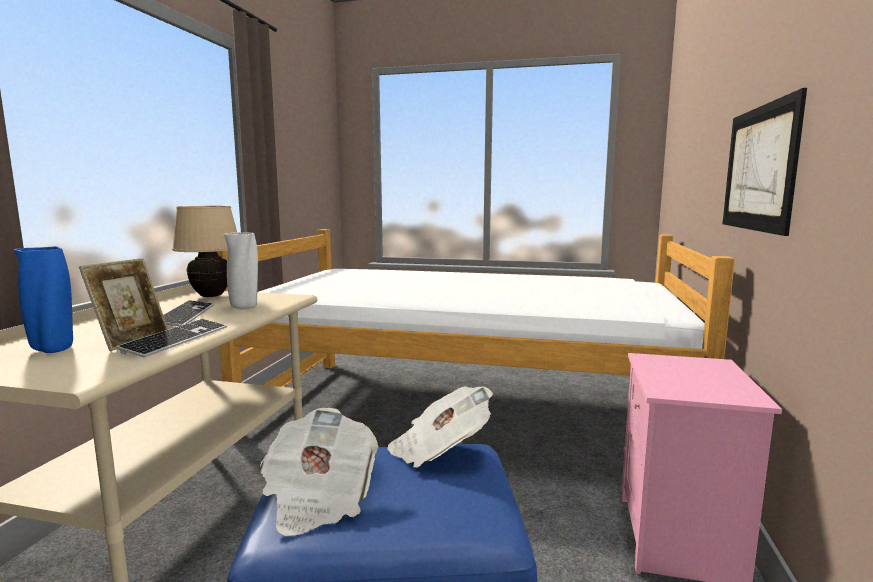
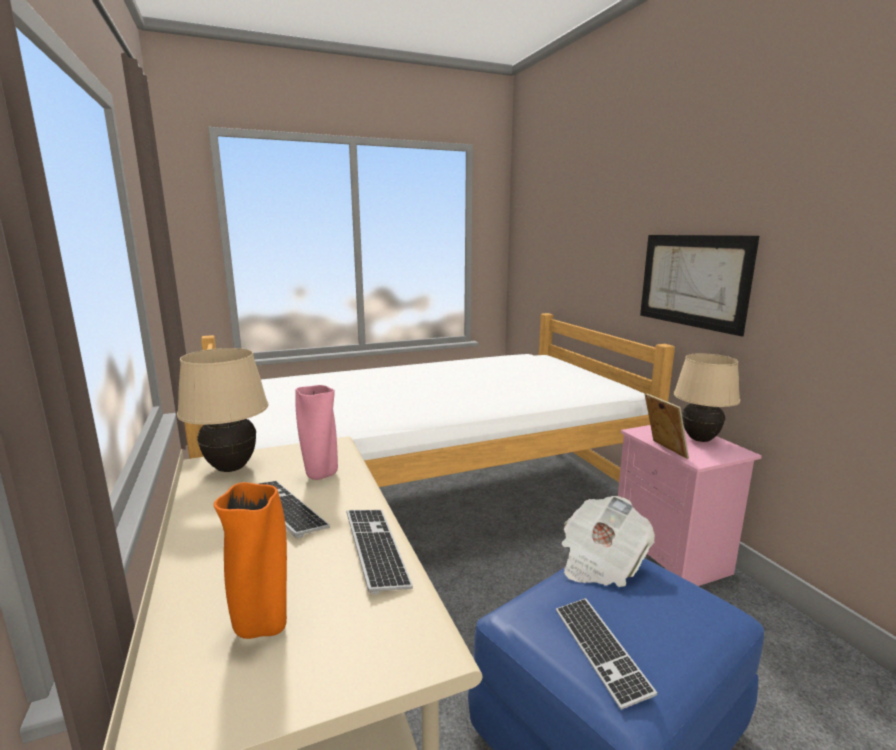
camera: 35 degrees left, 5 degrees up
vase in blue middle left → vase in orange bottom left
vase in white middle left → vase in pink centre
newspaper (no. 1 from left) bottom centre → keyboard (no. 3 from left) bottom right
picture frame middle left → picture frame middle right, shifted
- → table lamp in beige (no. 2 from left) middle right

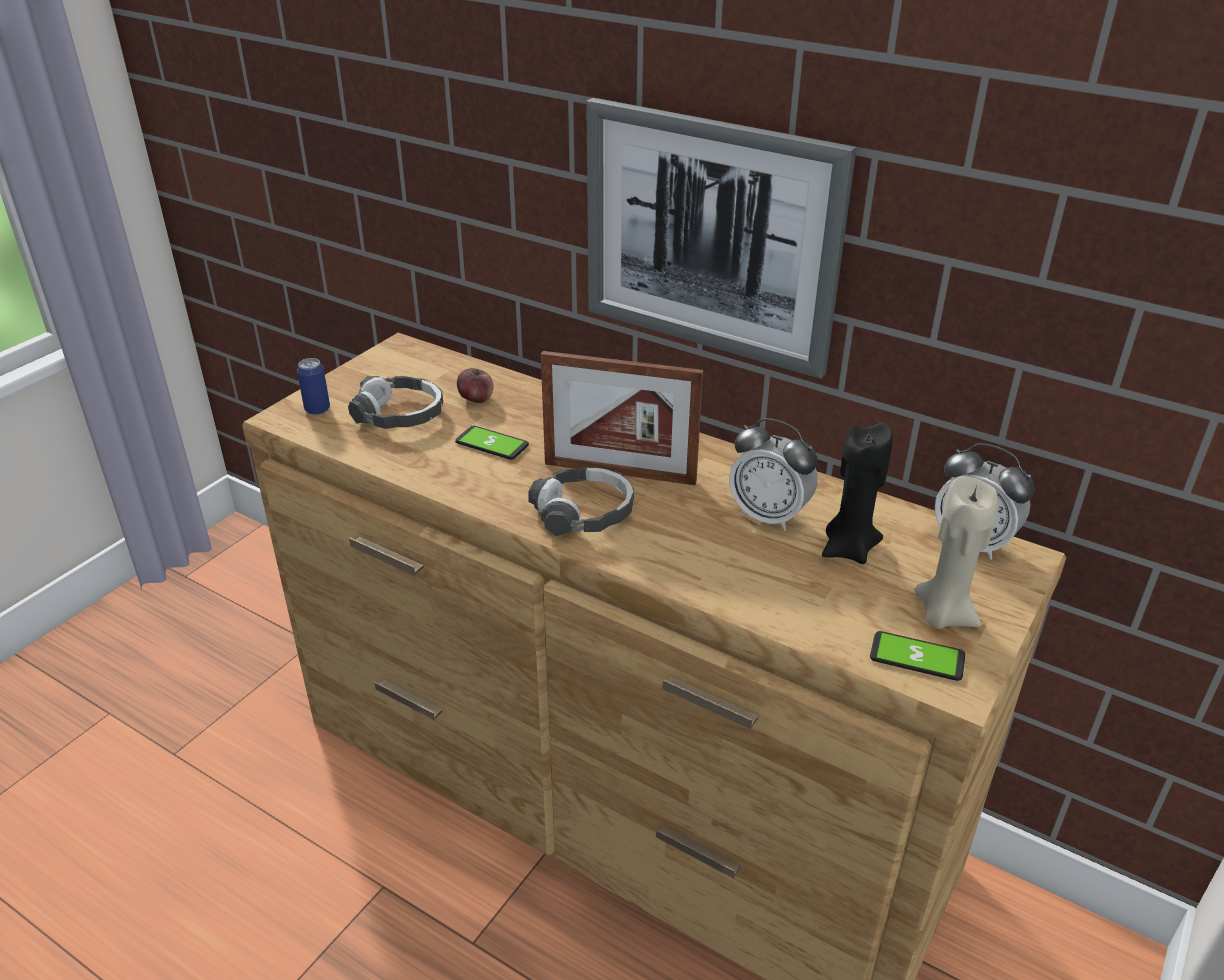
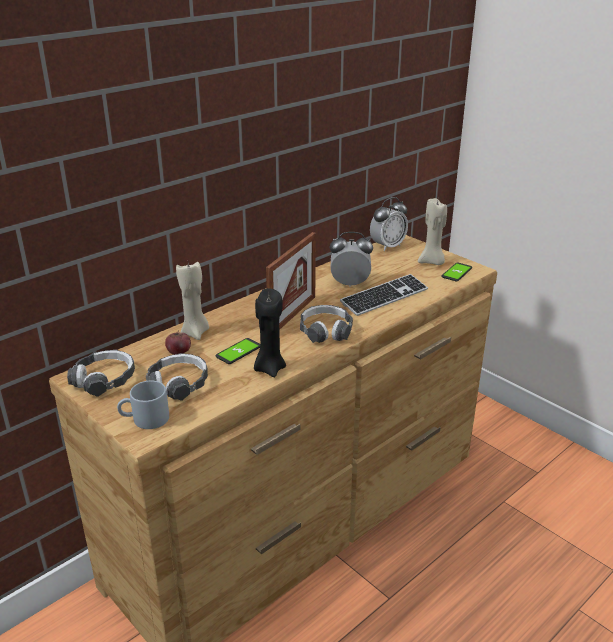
camera: 75 degrees left, 5 degrees down
- → headphones (no. 1 from left) middle left
can middle left → mug in grey middle left
- → candle in beige (no. 1 from left) middle left
candle in black middle right → candle in black centre, shifted
alarm clock (no. 1 from left) centre, 135 degrees counterclockwise
- → keyboard centre
picture top centre → -

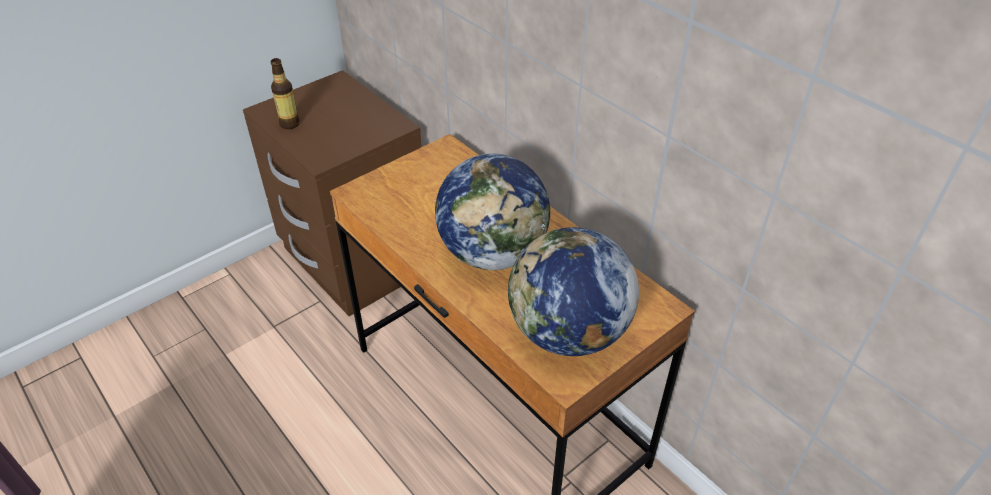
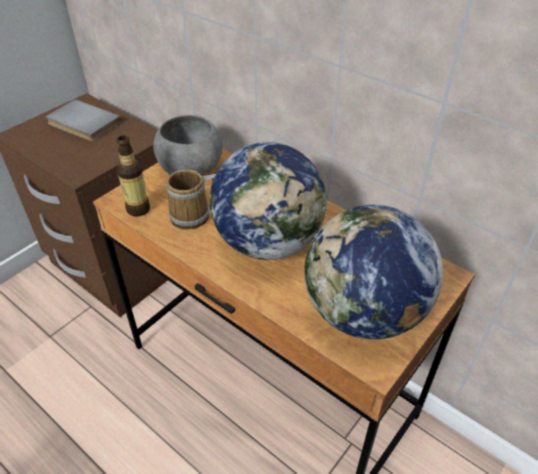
camera: 10 degrees left, 0 degrees up
- → book in grey top left
bottle top left → bottle middle left, shifted
- → bowl in grey top centre
- → mug centre

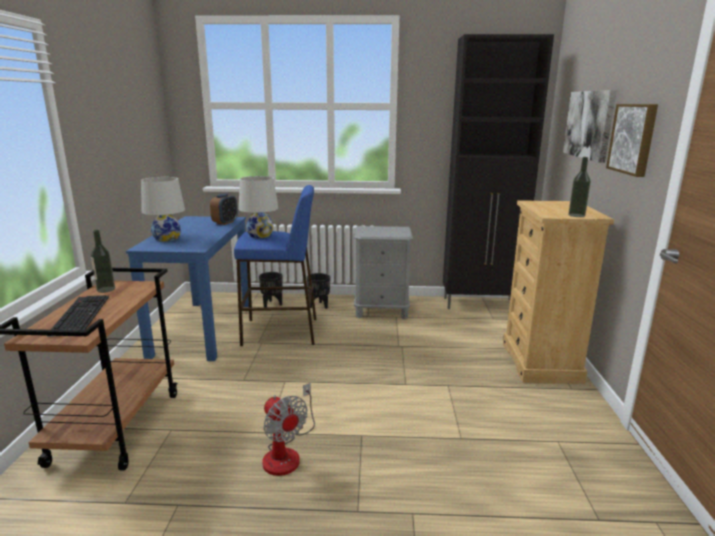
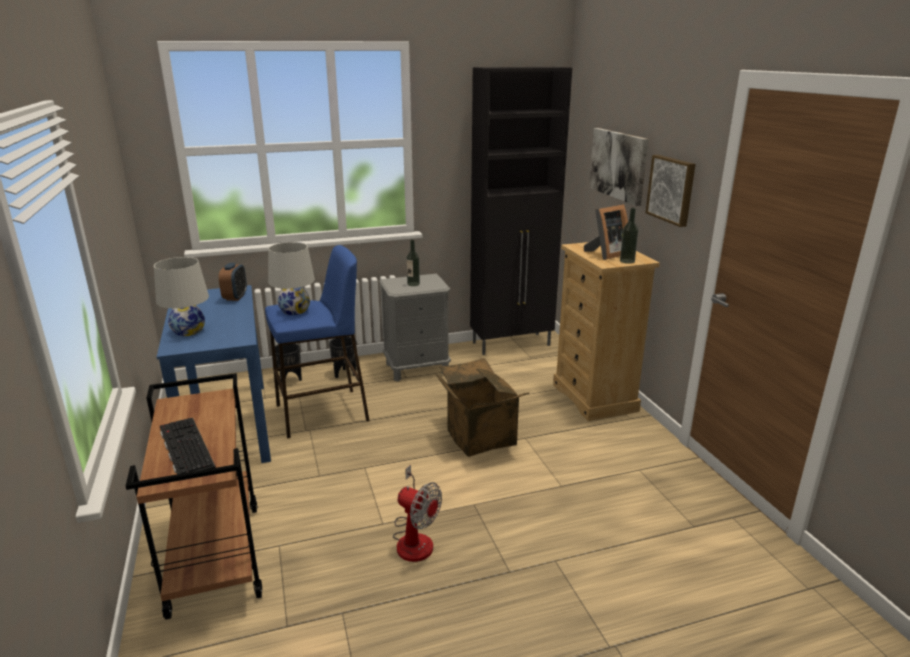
camera: 20 degrees left, 5 degrees up
bottle (no. 1 from left) middle left → bottle (no. 1 from left) centre, shifted
- → cardboard box centre
- → picture frame centre

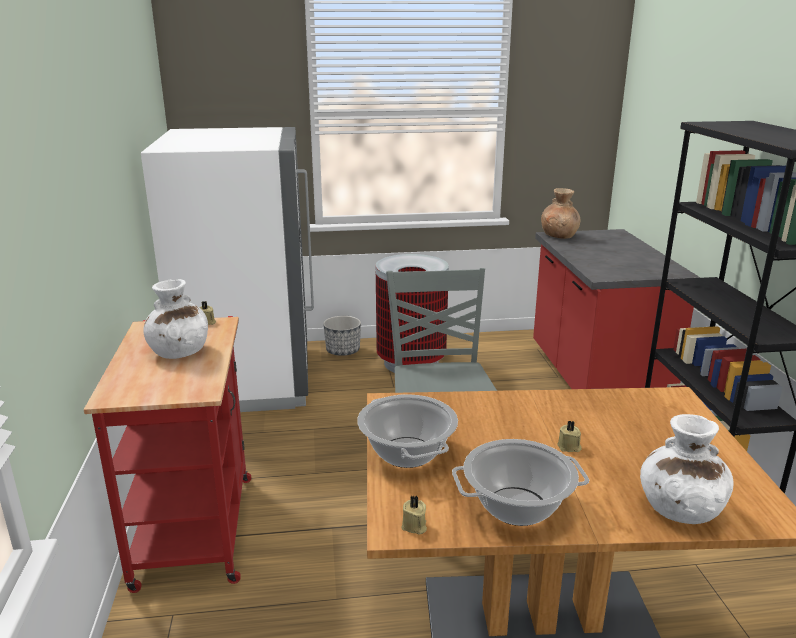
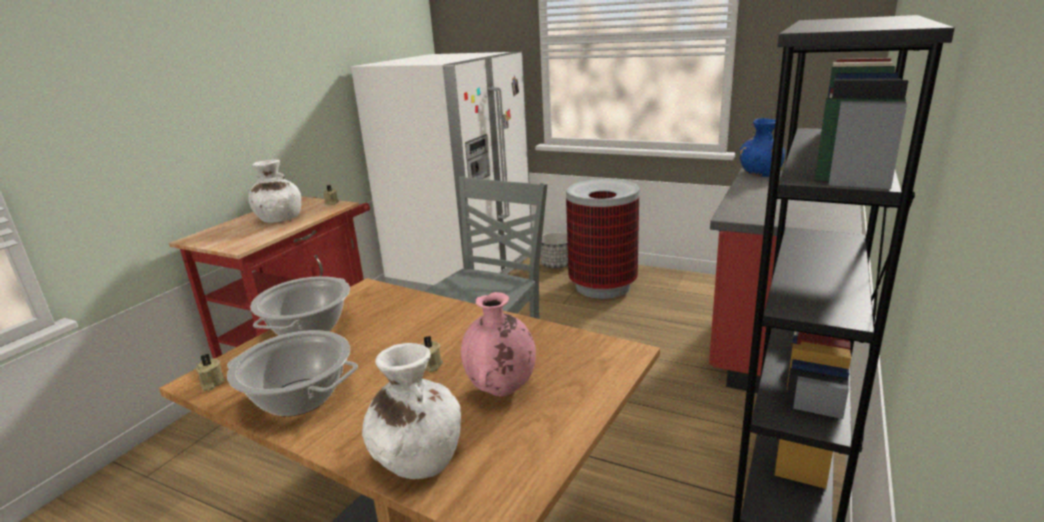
camera: 35 degrees right, 0 degrees up
- → vase in pink centre
vase in brown middle right → vase in blue top right

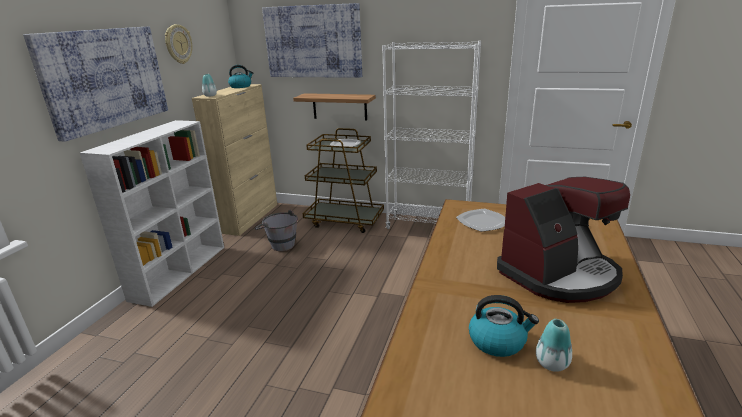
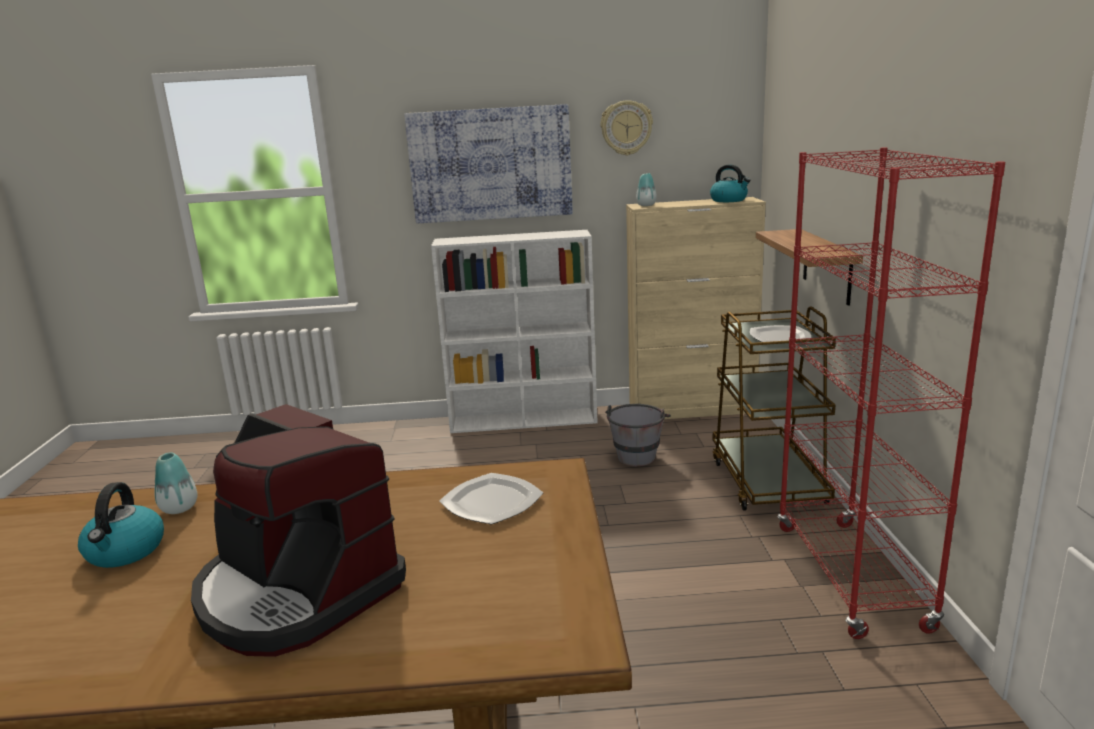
camera: 70 degrees right, 5 degrees down
vase (no. 2 from left in the first image) bottom right → vase (no. 1 from left) middle left, shifted
bookcase in white (no. 2 from left) top centre → bookcase in red middle right
picture (no. 2 from left) top centre → -

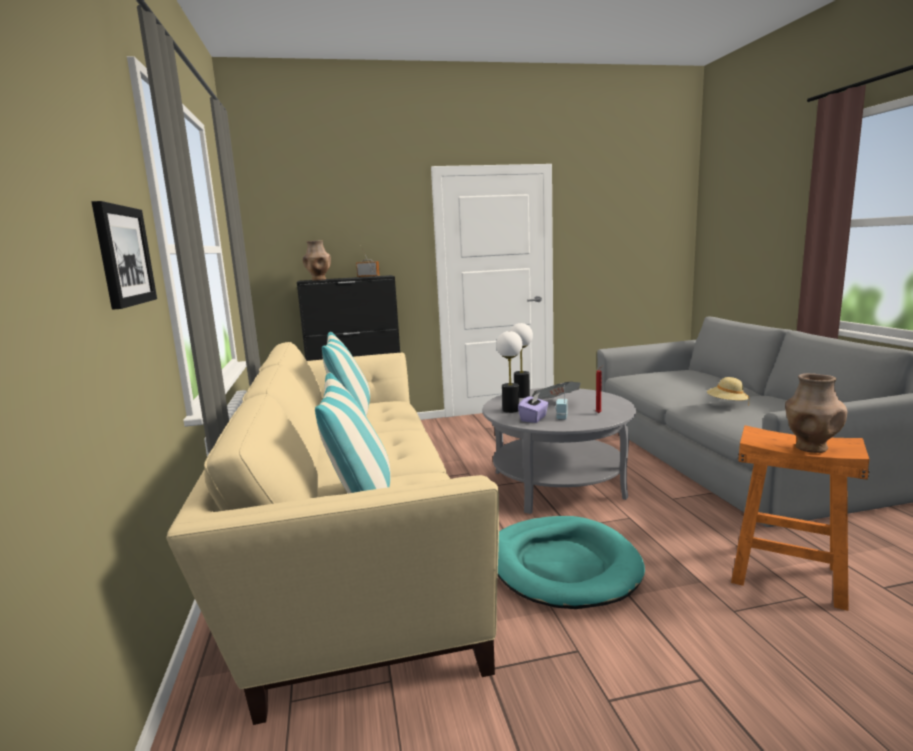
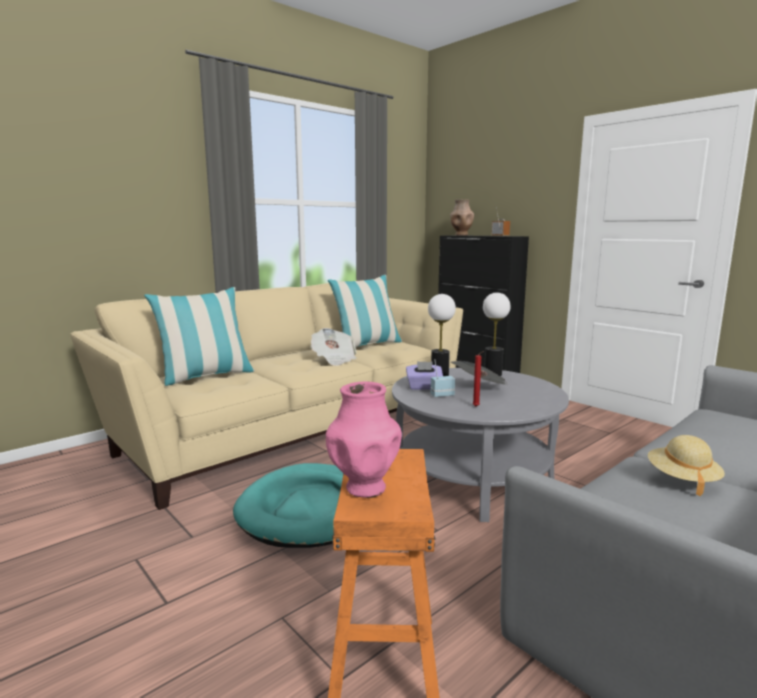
camera: 60 degrees right, 0 degrees up
- → newspaper (no. 1 from left) centre
vase in brown (no. 2 from left) middle right → vase in pink centre
picture middle left → -

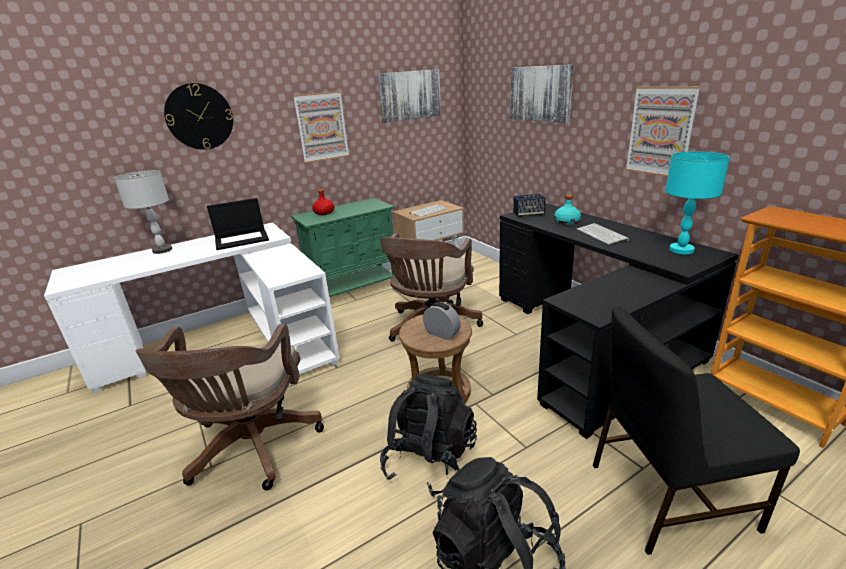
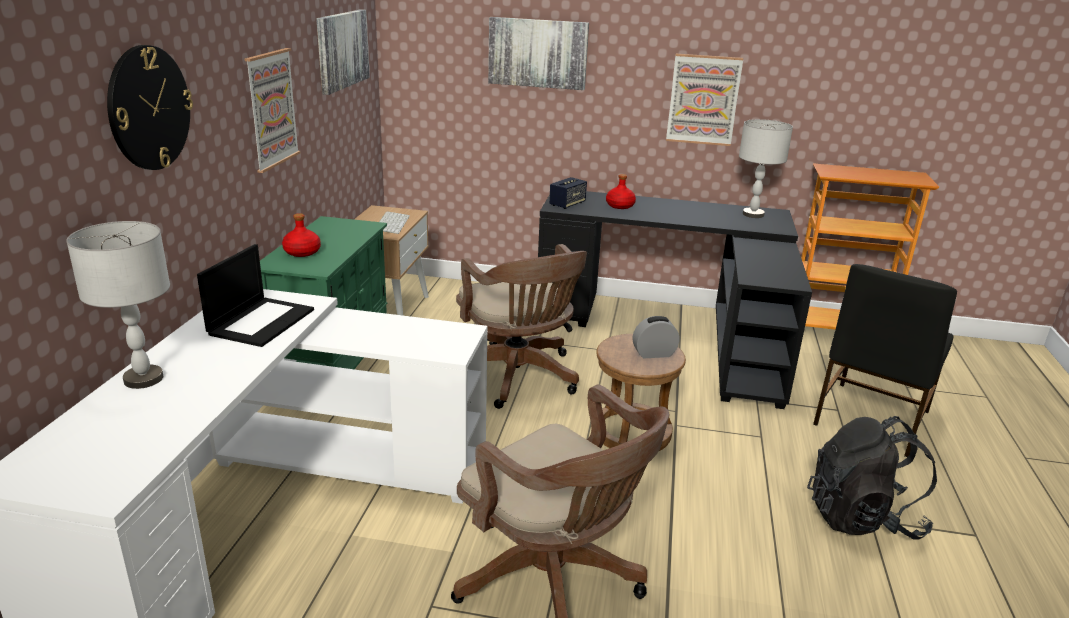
camera: 50 degrees left, 0 degrees up
bottle in turquoise middle right → bottle in red (no. 2 from left) top centre
table lamp in turquoise middle right → table lamp in grey (no. 2 from left) top right
backpack in black (no. 1 from left) bottom centre → -
keyboard (no. 2 from left) middle right → -

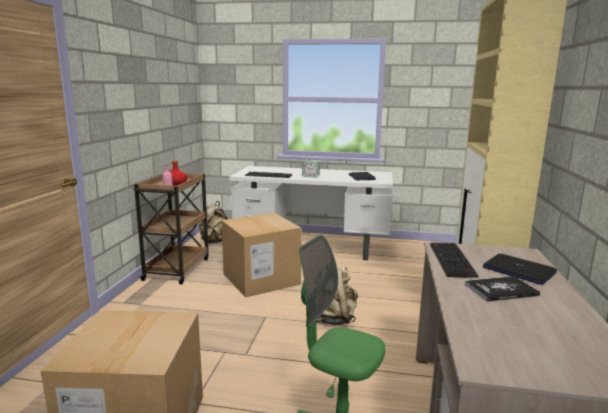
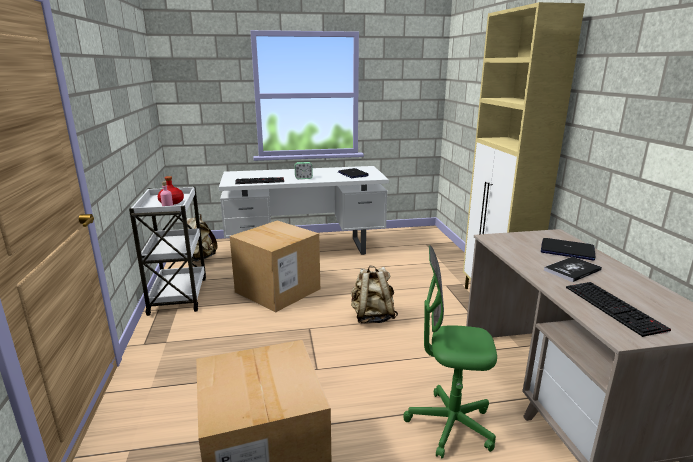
camera: 20 degrees left, 5 degrees up
cart in brown middle left → cart in white middle left
keyboard (no. 2 from left) middle right → keyboard (no. 2 from left) bottom right, shifted

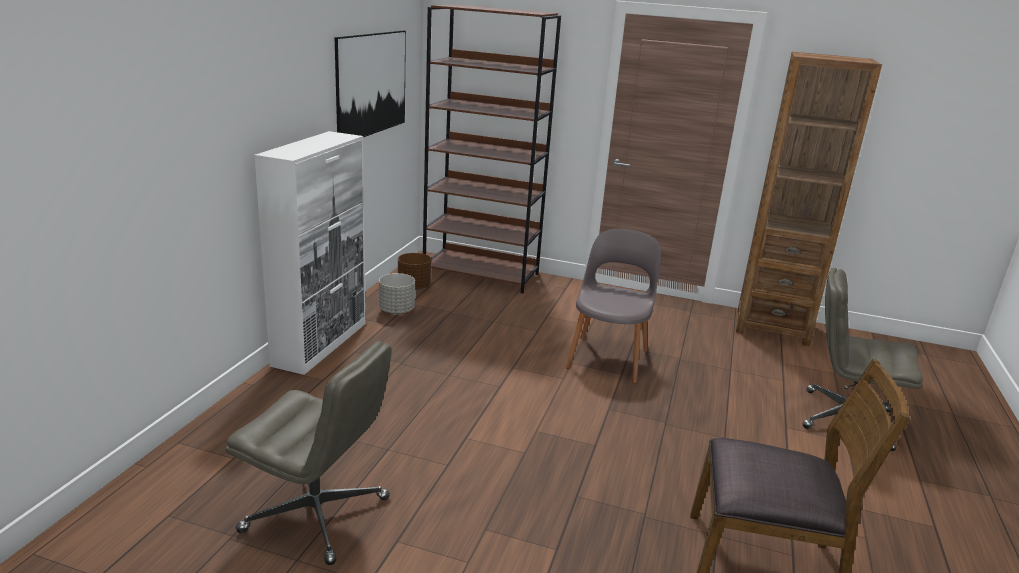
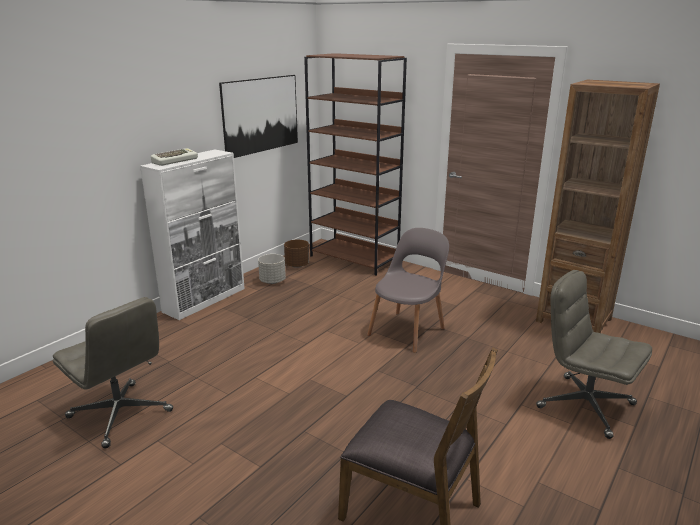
camera: 20 degrees right, 0 degrees up
- → keyboard top left

